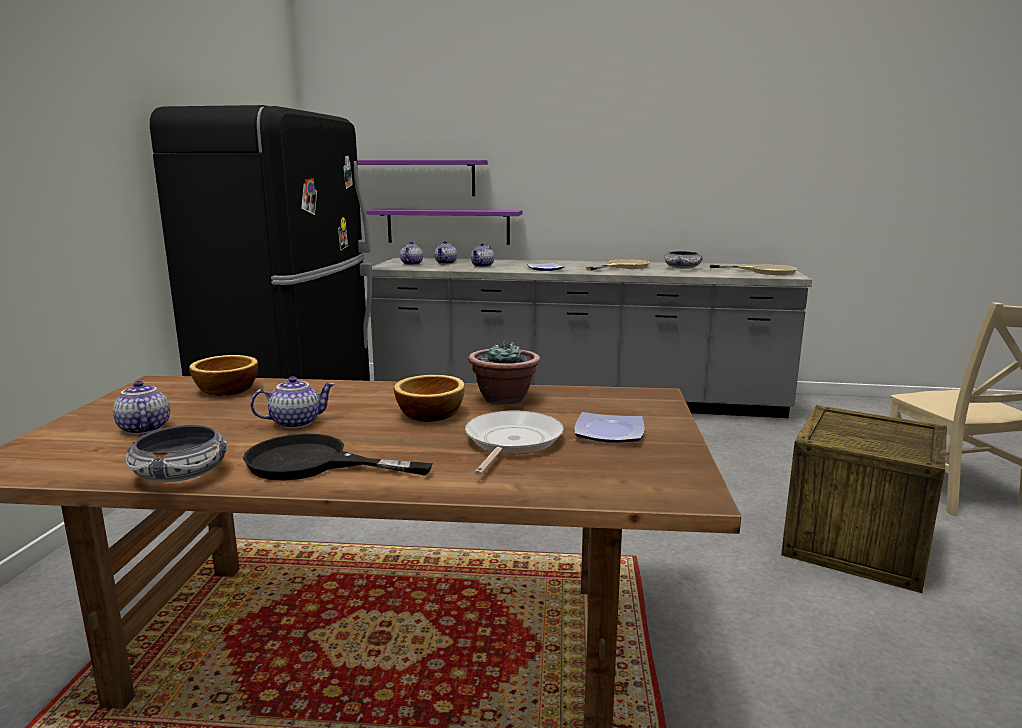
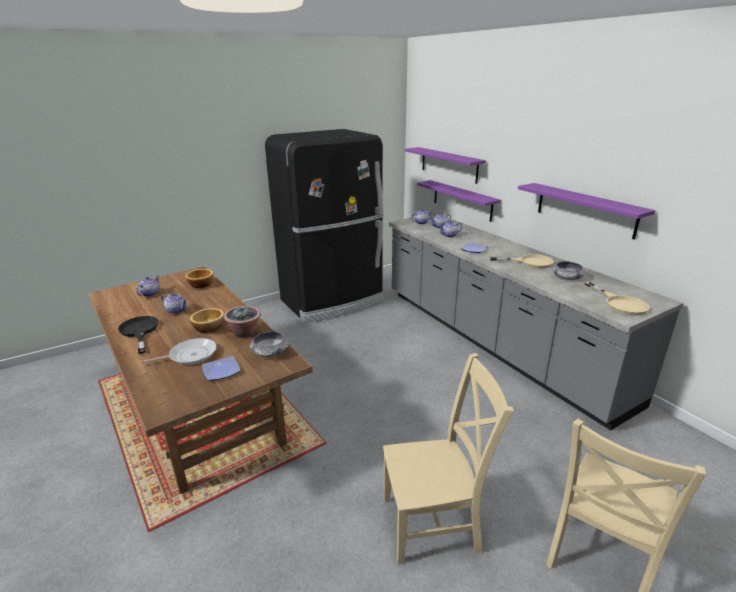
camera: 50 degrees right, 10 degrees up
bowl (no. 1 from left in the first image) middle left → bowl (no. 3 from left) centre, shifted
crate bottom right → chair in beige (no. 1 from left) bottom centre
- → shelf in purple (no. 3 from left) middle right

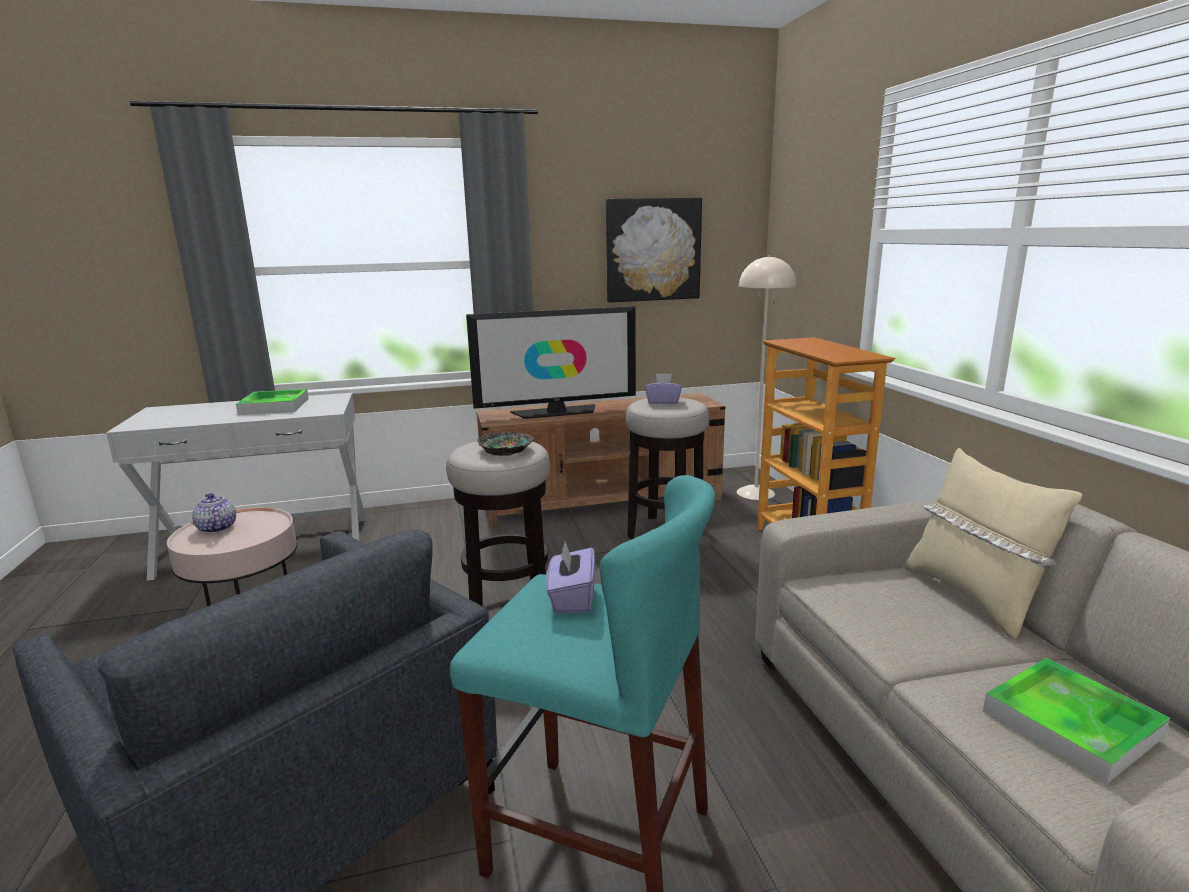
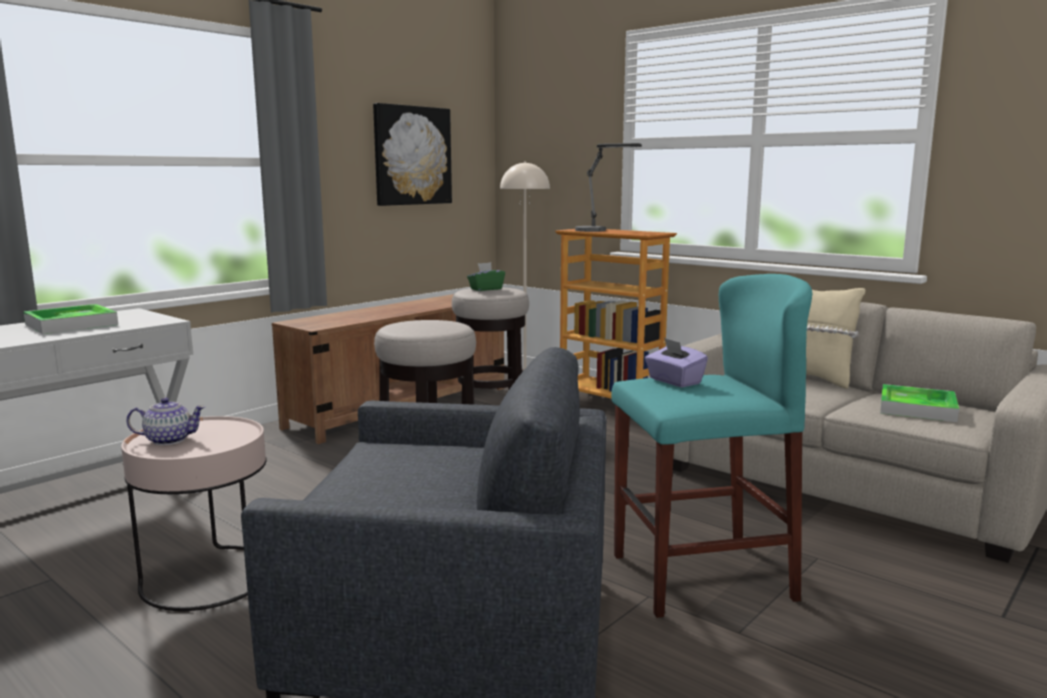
camera: 35 degrees left, 5 degrees down
teapot middle left, 150 degrees clockwise
tissue box in purple (no. 2 from left) centre → tissue box in green centre
- → table lamp top centre
television centre → -
bowl centre → -

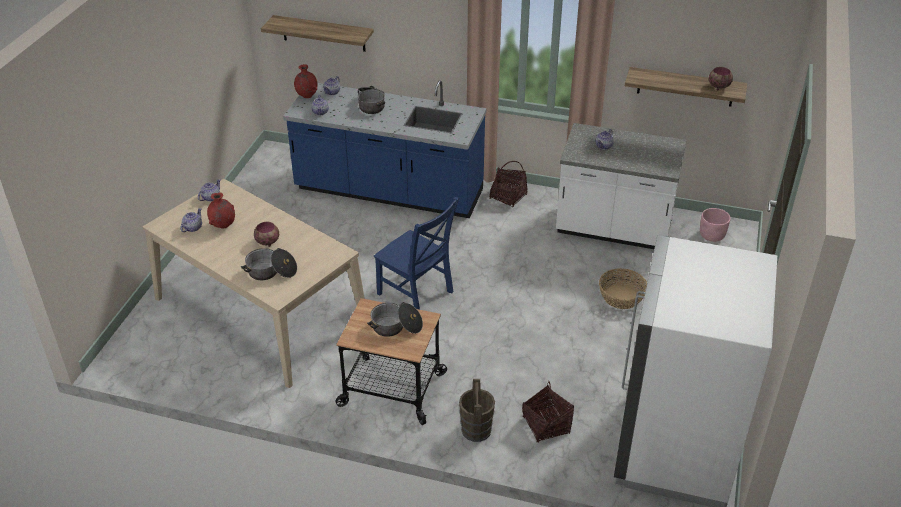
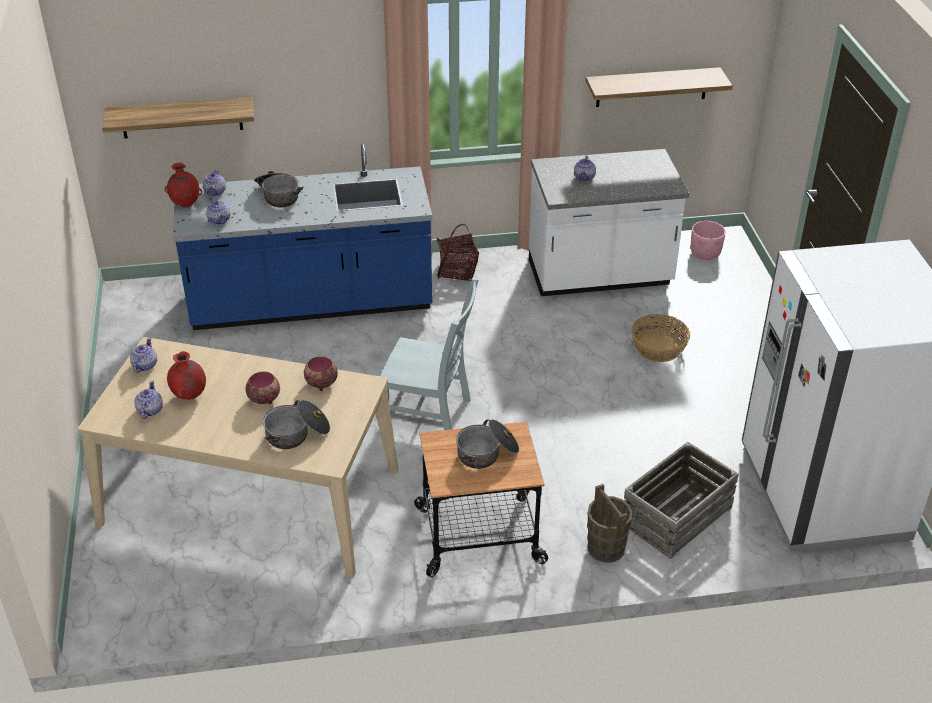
camera: 25 degrees left, 0 degrees up
bowl (no. 2 from left) top right → bowl (no. 2 from left) centre, shifted
chair in blue centre → chair in grey centre
basket (no. 2 from left) bottom centre → crate bottom right

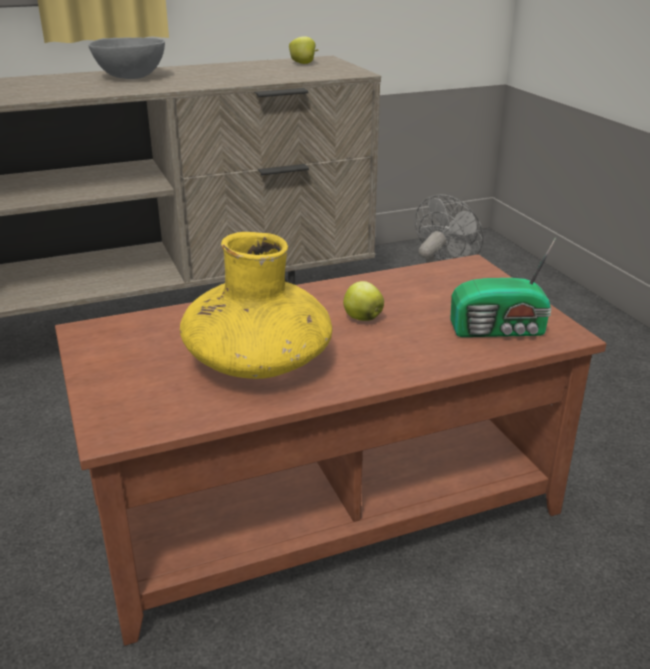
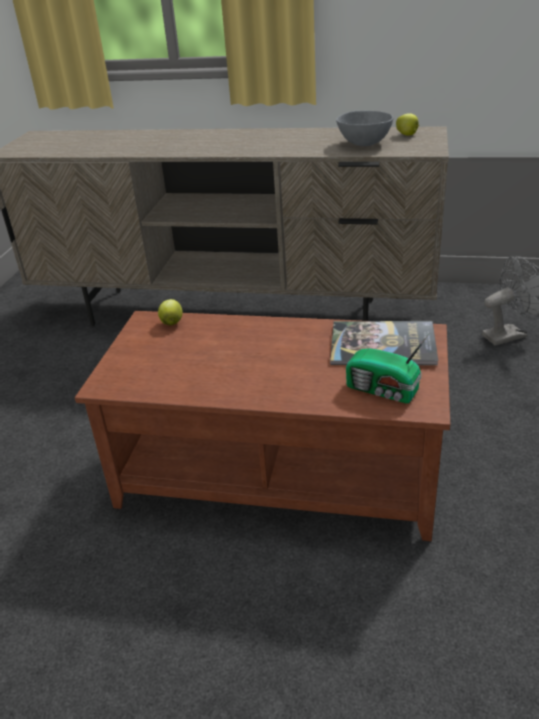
camera: 35 degrees right, 5 degrees up
apple (no. 2 from left in the first image) centre → apple (no. 1 from left) middle left, shifted
- → book middle right
bowl in grey top left → bowl in grey top right, shifted
vase in yellow centre → -

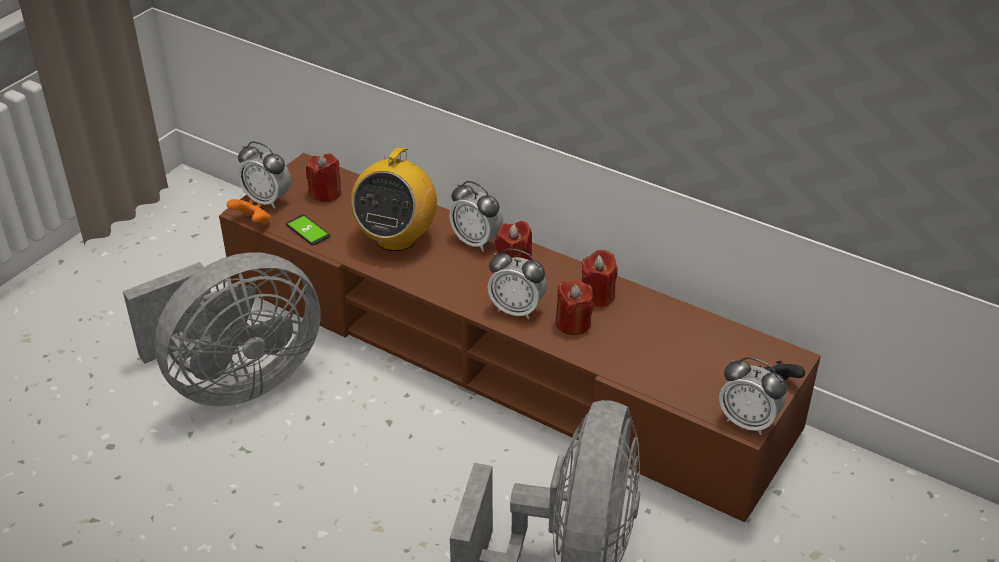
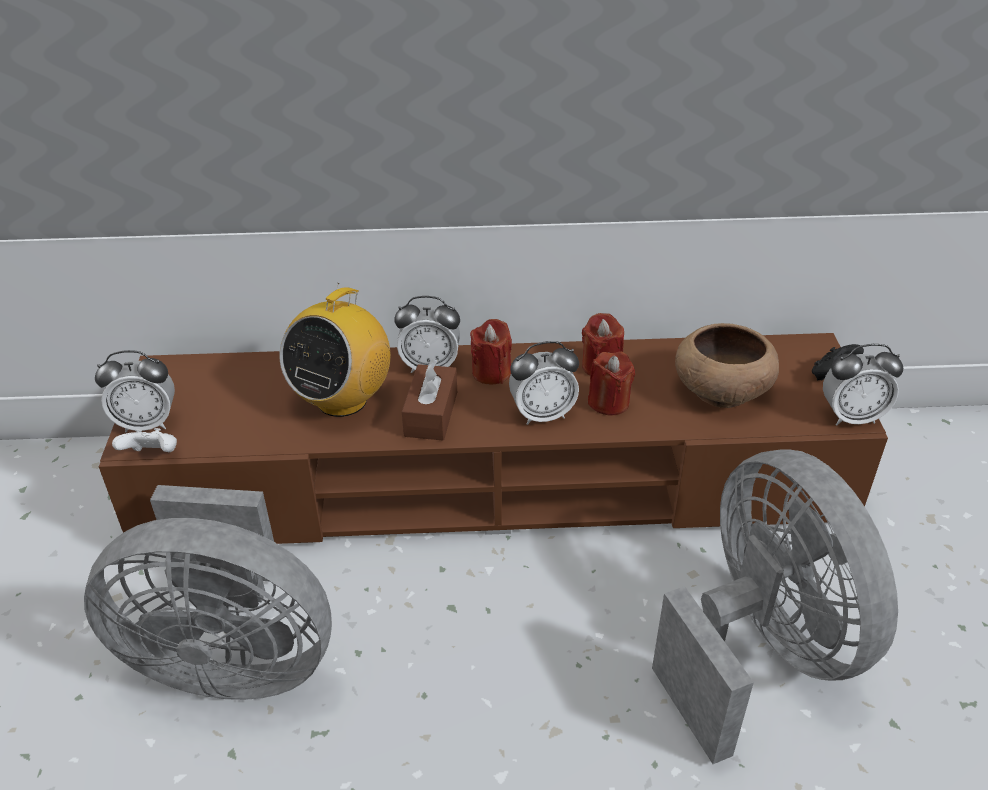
camera: 35 degrees left, 0 degrees up
fan in grey (no. 1 from left) middle left → fan in grey (no. 1 from left) bottom left, 75 degrees clockwise
game controller in orange middle left → game controller in white middle left
radio centre, 45 degrees clockwise
- → tissue box in brown centre
- → bowl in brown middle right
phone middle left → -
candle in red (no. 1 from left) top left → -

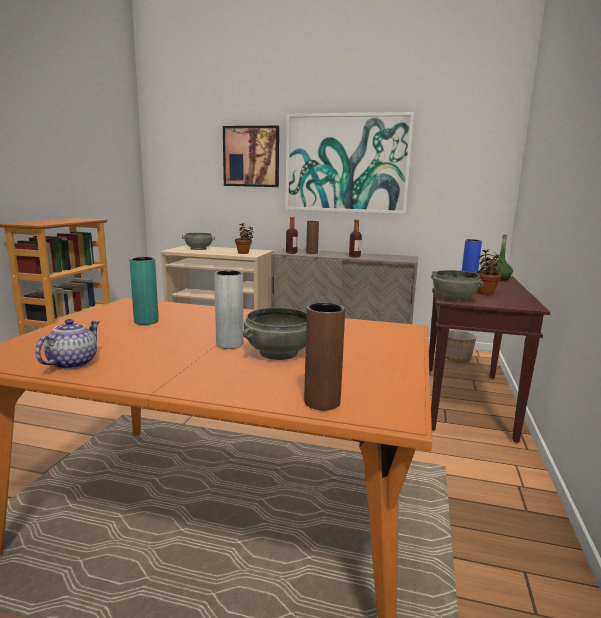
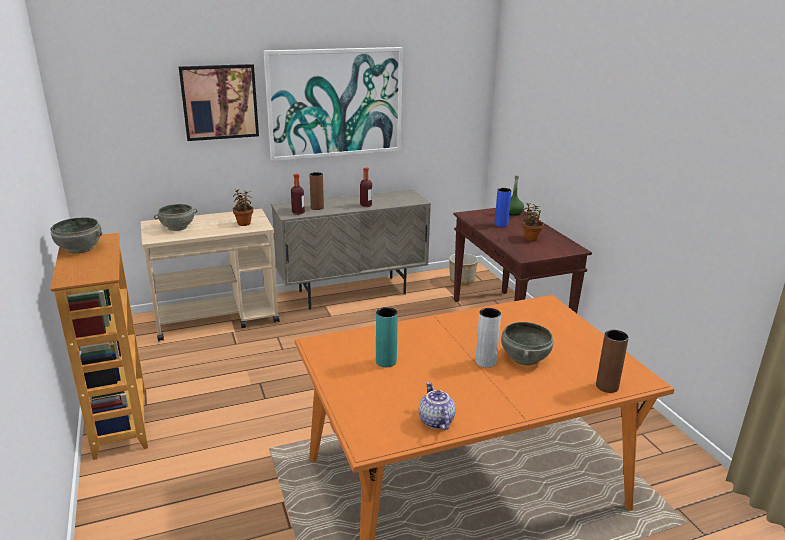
camera: 35 degrees left, 10 degrees up
bowl in grey (no. 3 from left in the first image) middle right → bowl in grey (no. 1 from left) middle left, shifted

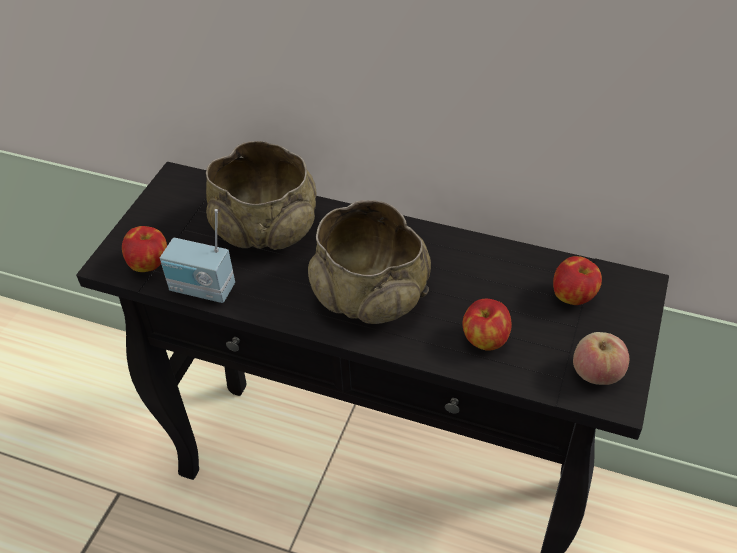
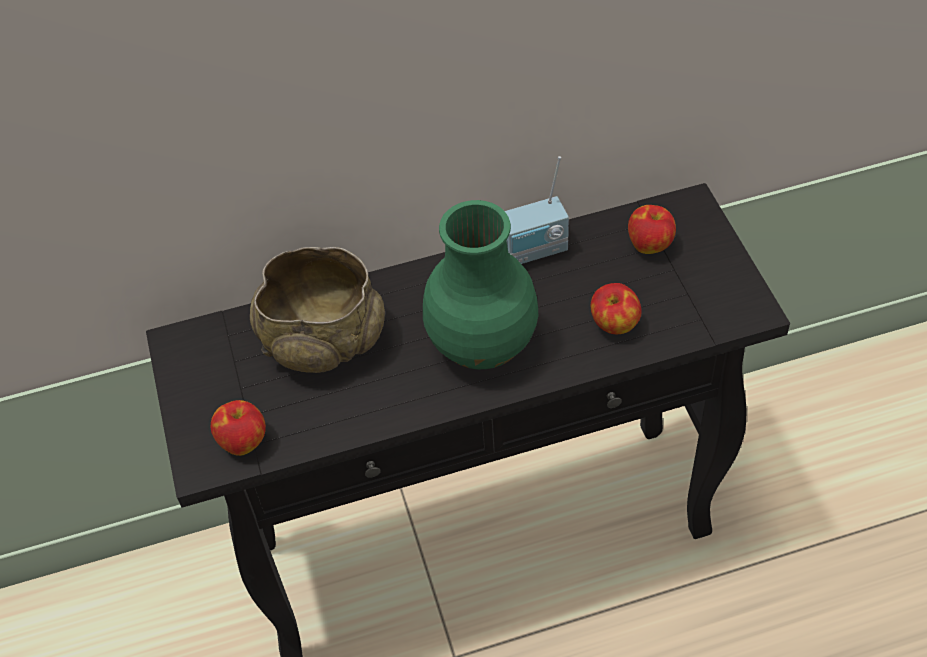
camera: 35 degrees left, 5 degrees up
bowl in beige (no. 2 from left) centre → vase in green centre
radio middle left → radio top centre, shifted
apple (no. 4 from left) middle right → -

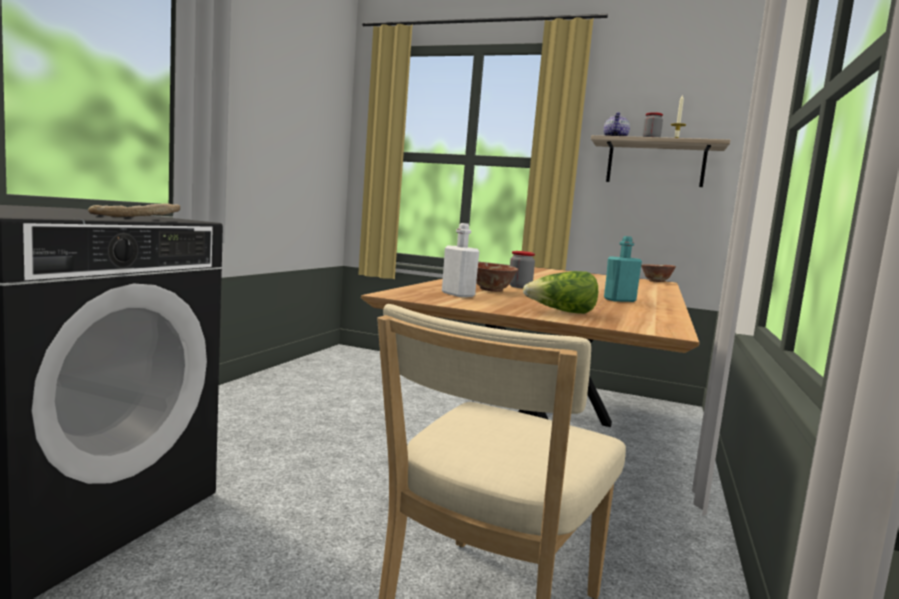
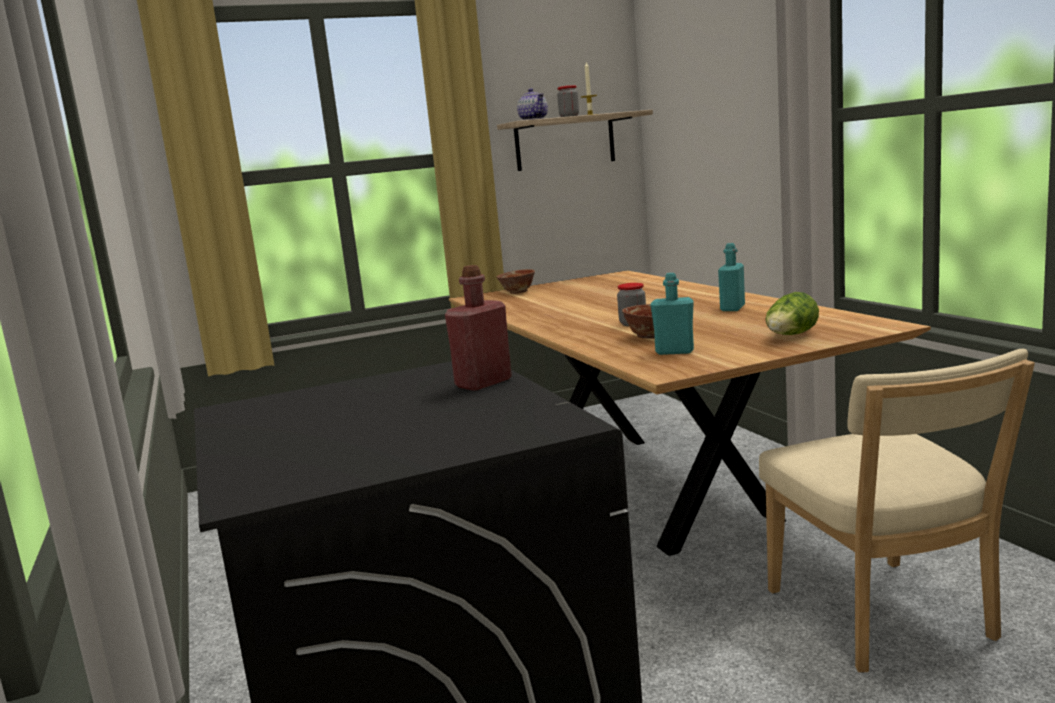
camera: 40 degrees left, 5 degrees up
bread middle left → bottle in red centre
bowl (no. 2 from left in the first image) middle right → bowl (no. 1 from left) centre, shifted
bottle in white centre → bottle in turquoise (no. 1 from left) centre

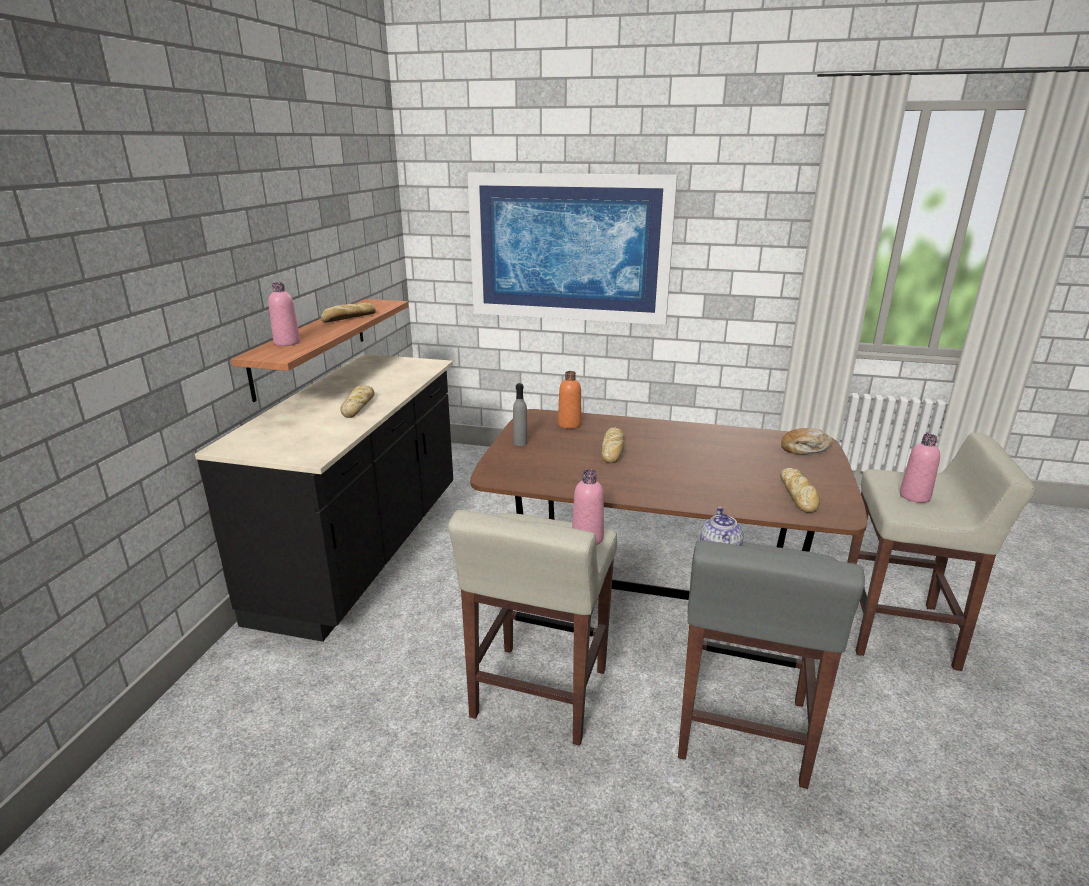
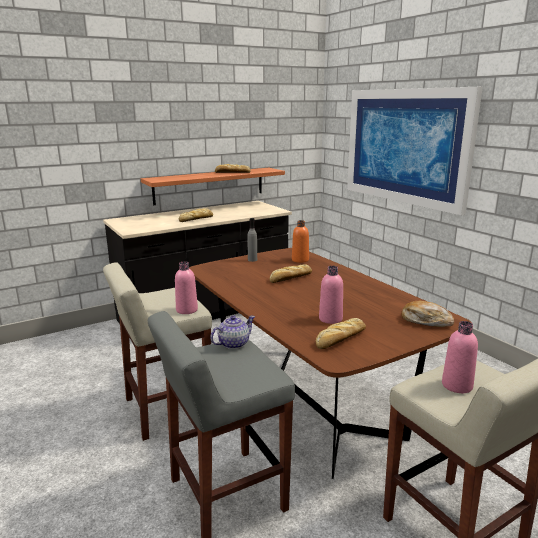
camera: 45 degrees right, 5 degrees down
bottle in pink (no. 1 from left in the first image) middle left → bottle in pink (no. 2 from left) centre, shifted

